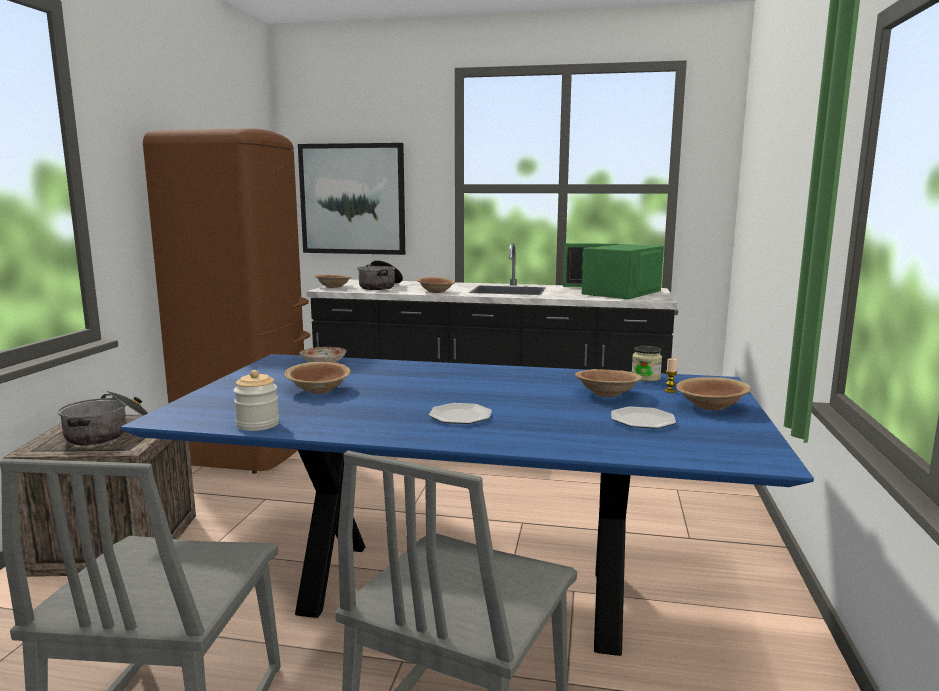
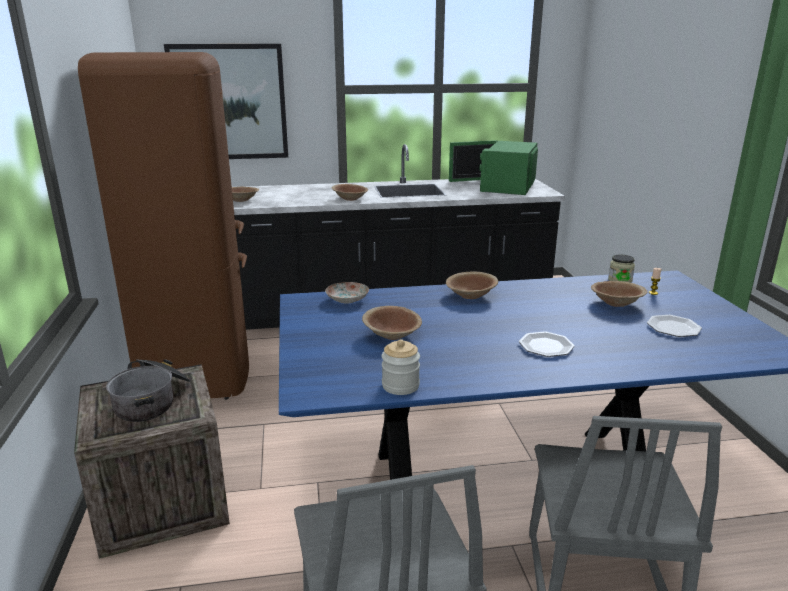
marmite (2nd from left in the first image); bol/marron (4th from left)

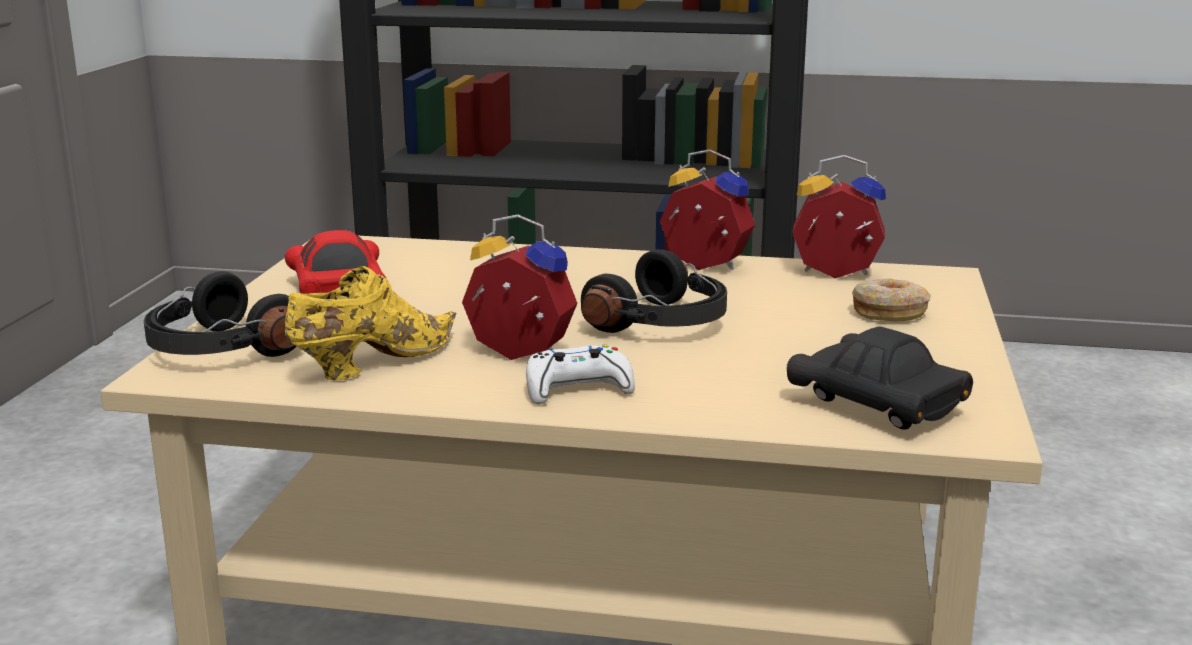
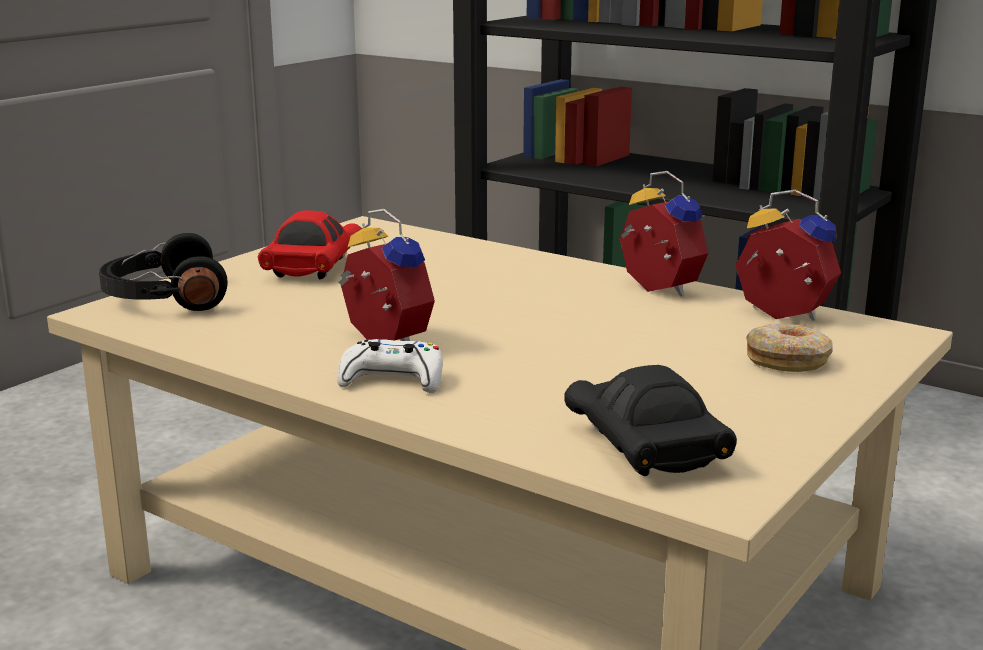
casque audio/noir (2nd from left in the first image); chaussure/jaune

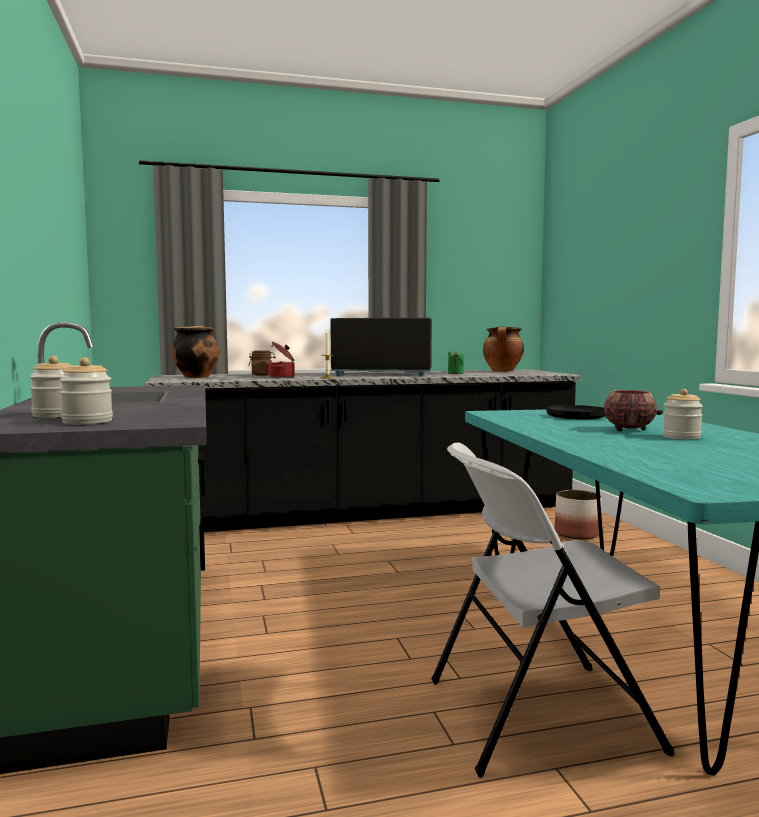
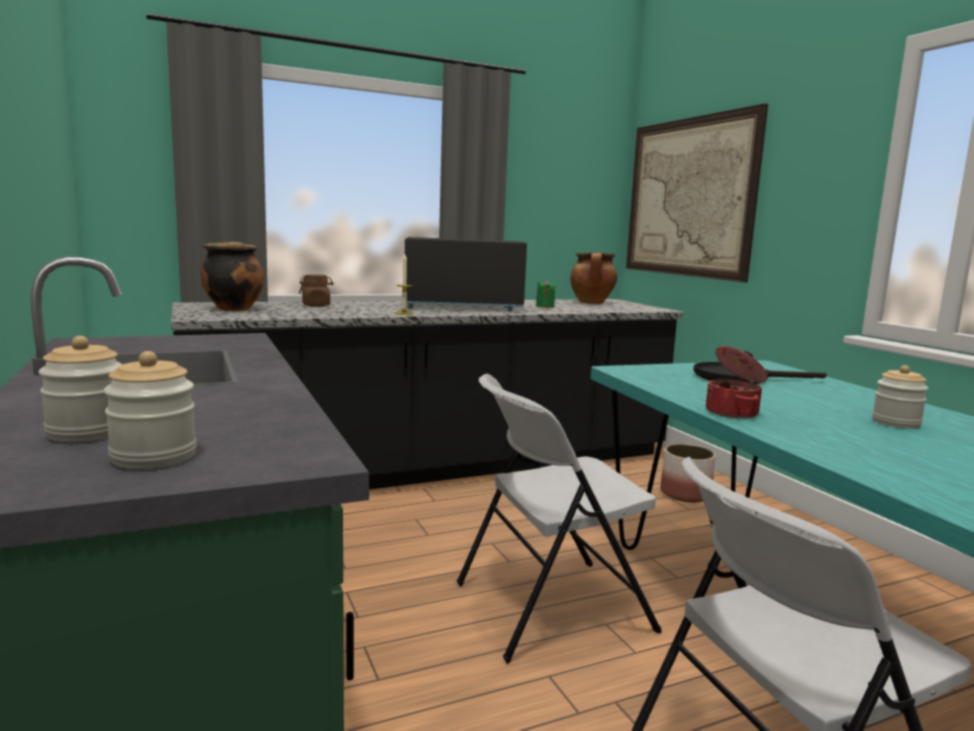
marmite (3rd from left); bol; tableau; chaise/blanc (1st from left)

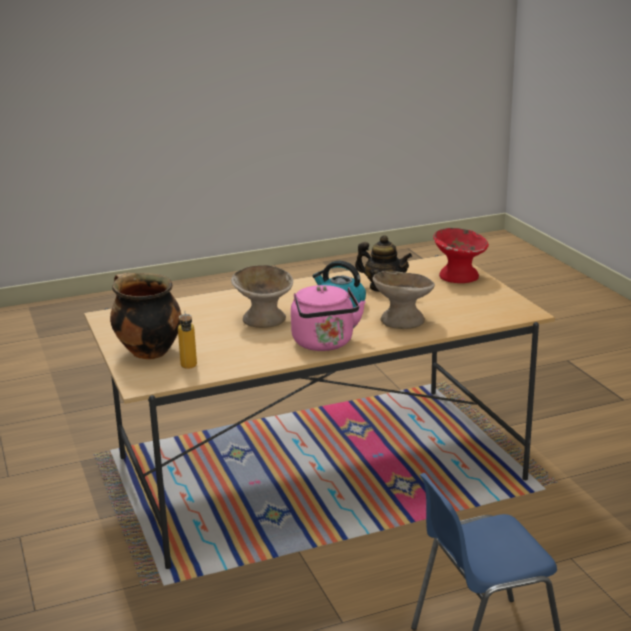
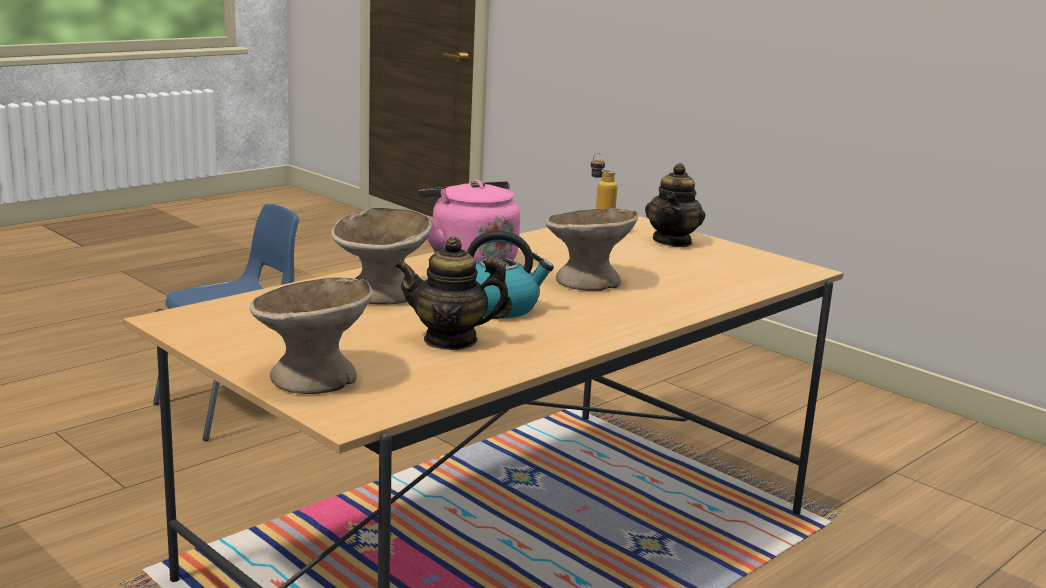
bol/beige (1st from left); théière (2nd from left)

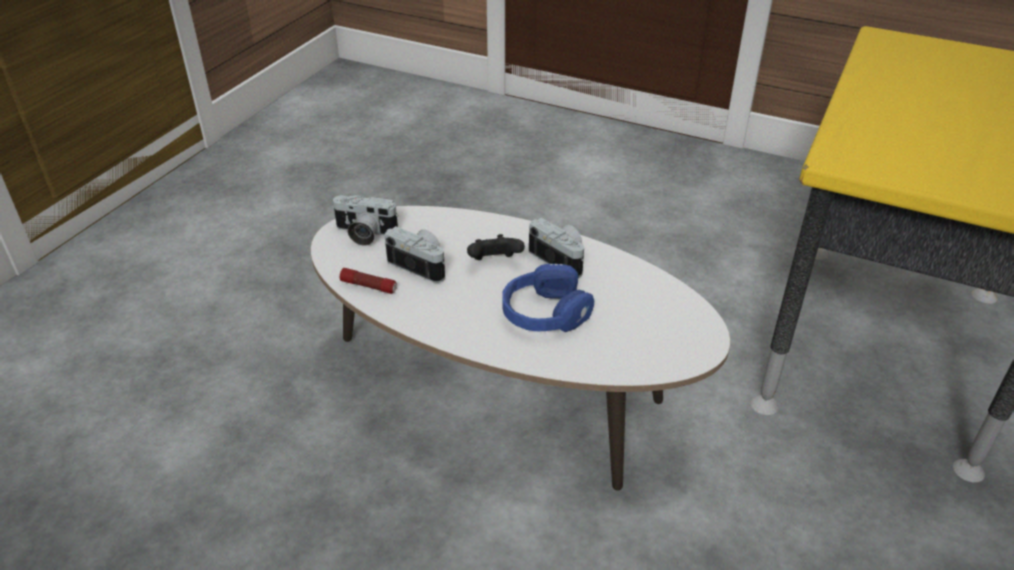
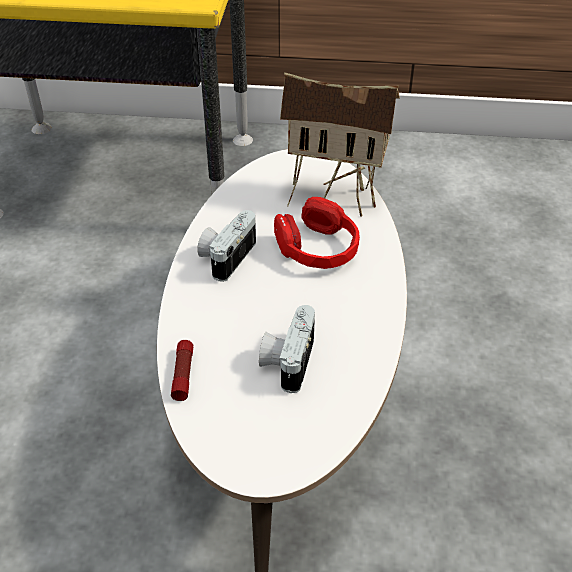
appareil photo (1st from left in the first image); manette/noir; casque audio/rouge; lampe de poche; maison miniature

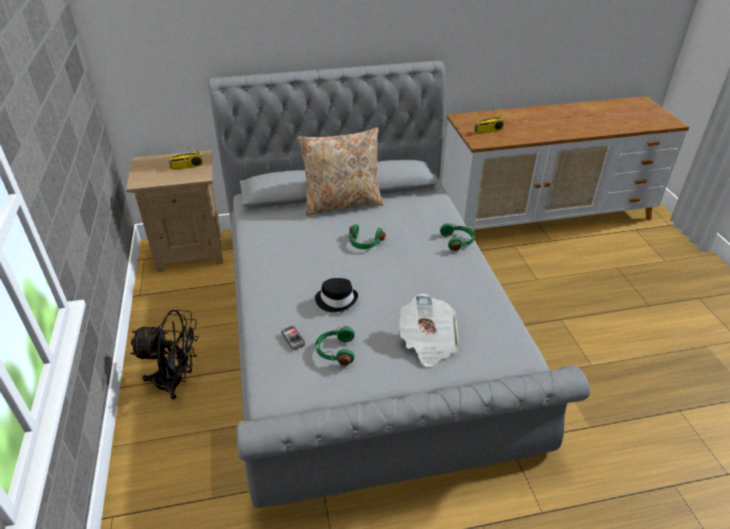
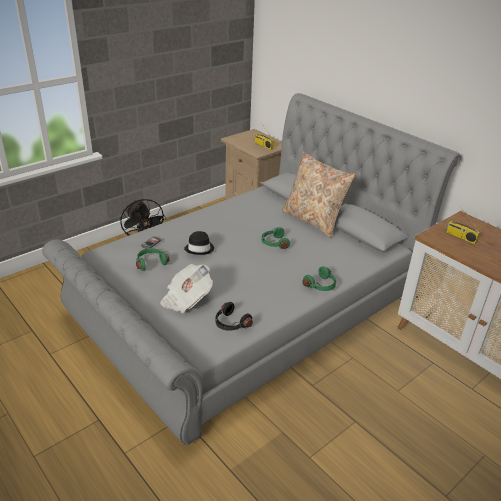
casque audio/noir

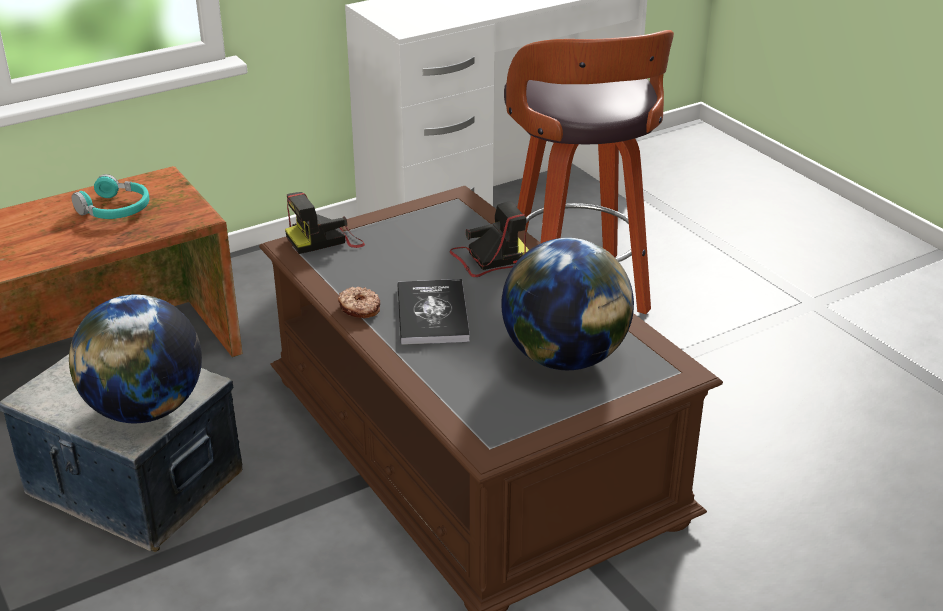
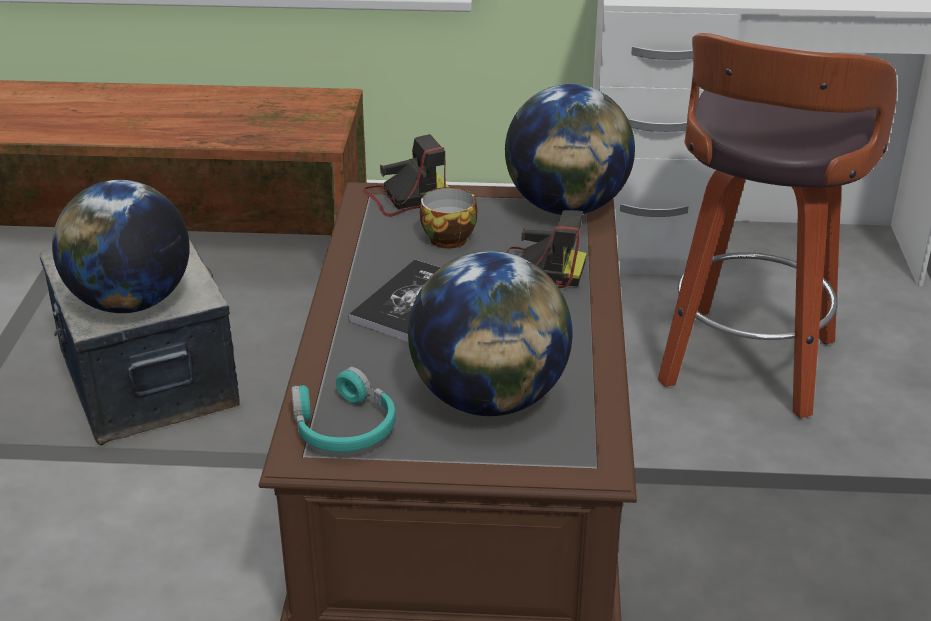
casque audio/turquoise; appareil photo (1st from left); beignet; globe (3rd from left); tasse

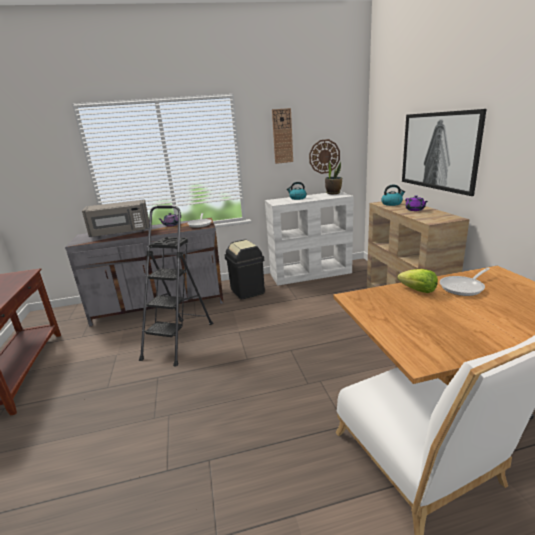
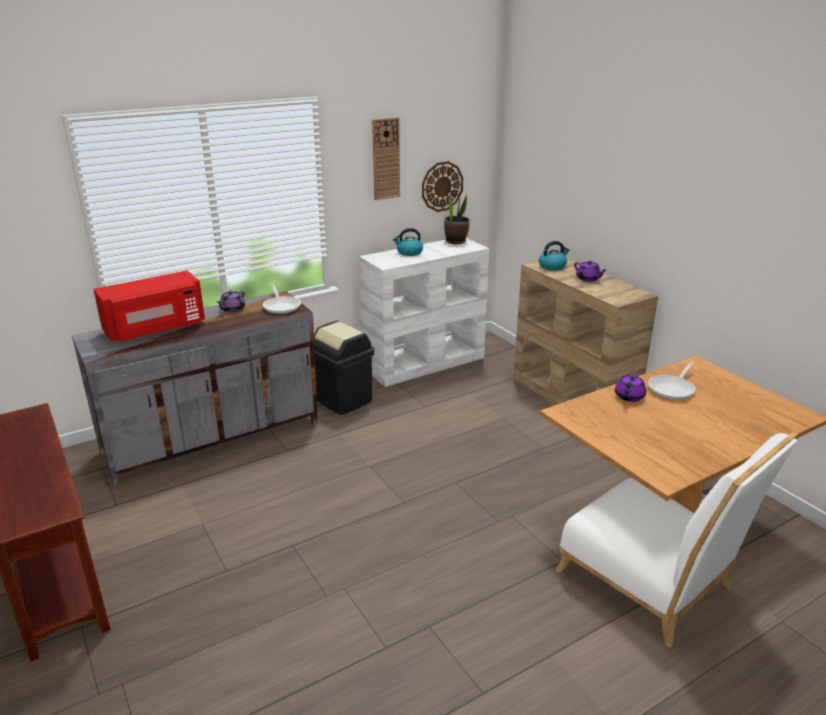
tableau; micro-ondes/rouge; escabeau; théière/violet (3rd from left)

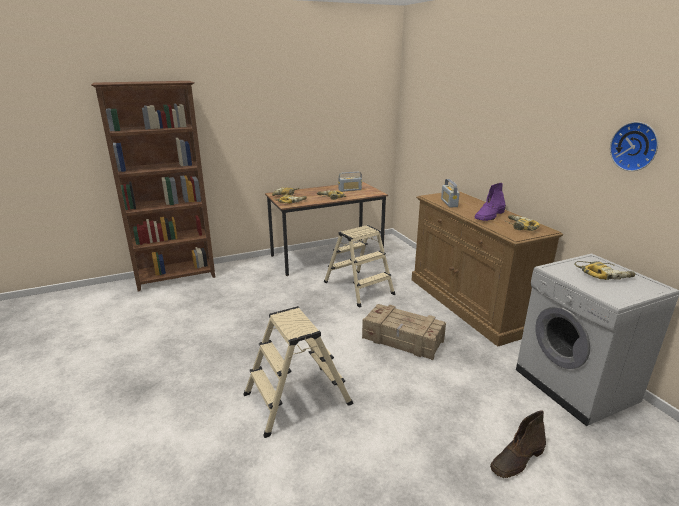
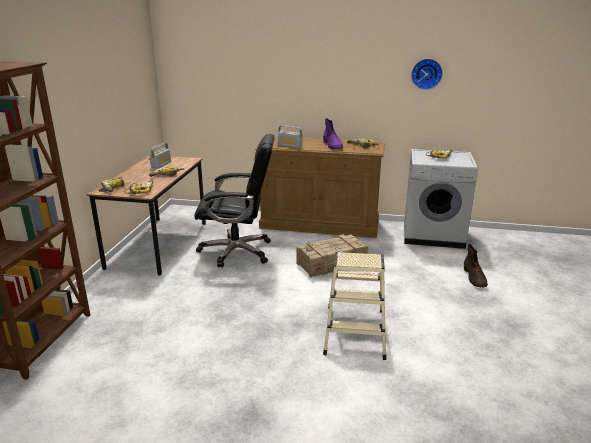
chaise de bureau/noir

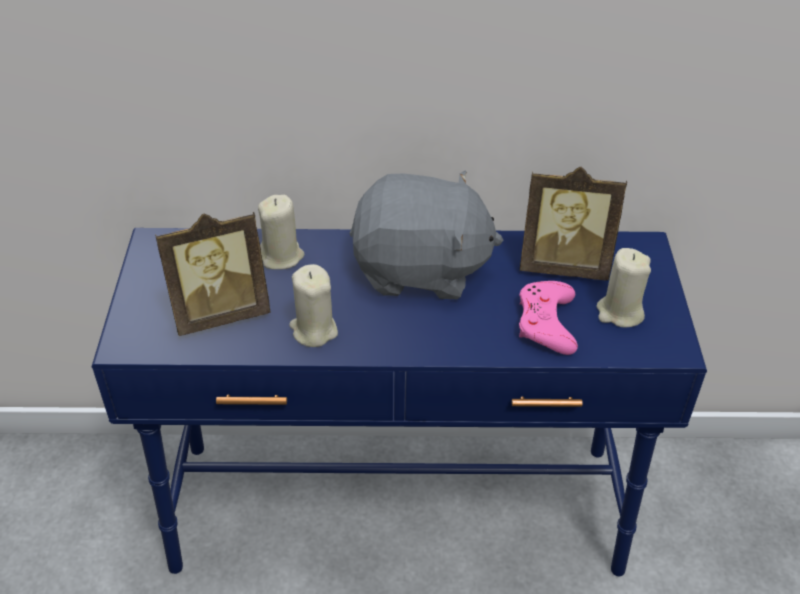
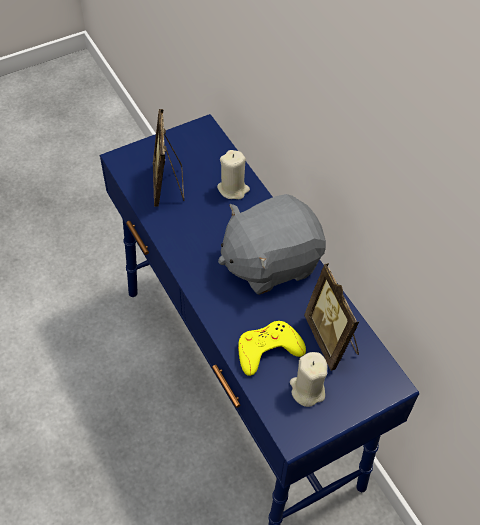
peluche/gris; cadre photo (1st from left); bougie/beige (2nd from left in the first image); manette/jaune

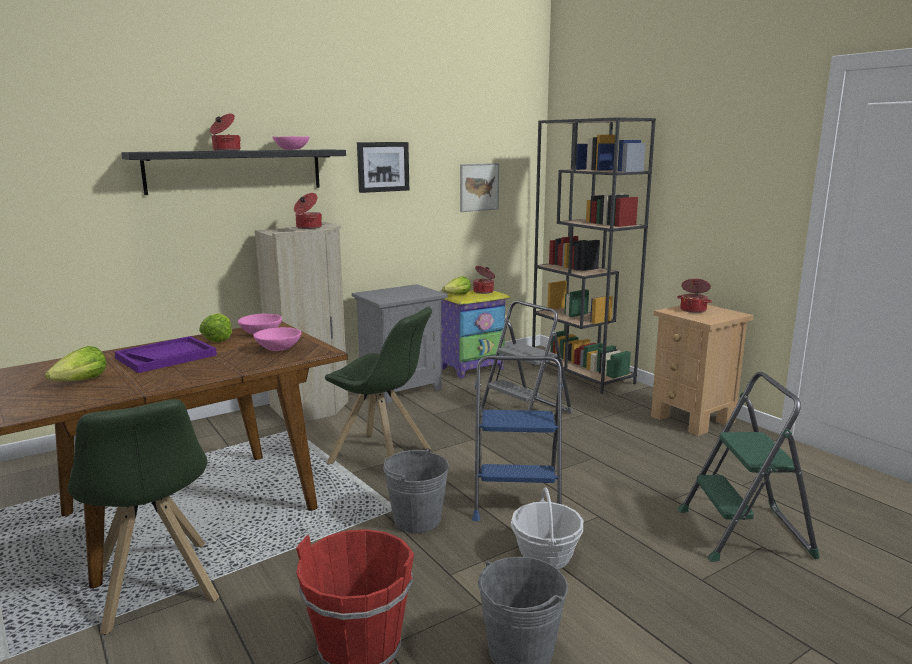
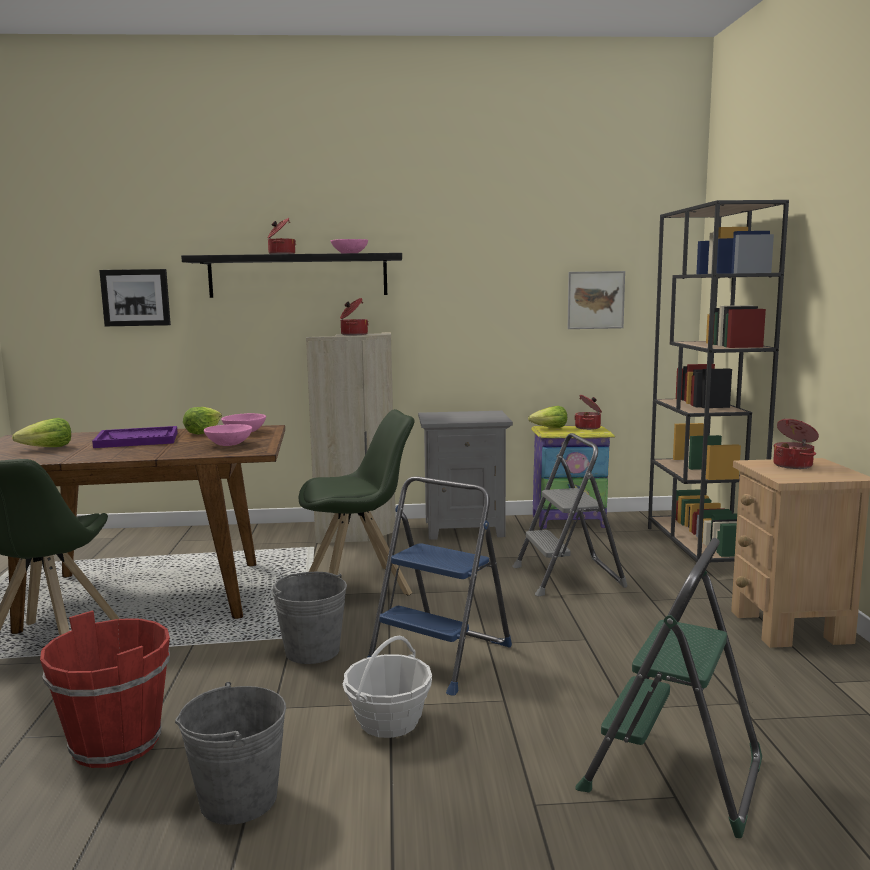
tableau (1st from left); chaise/vert (2nd from left)

